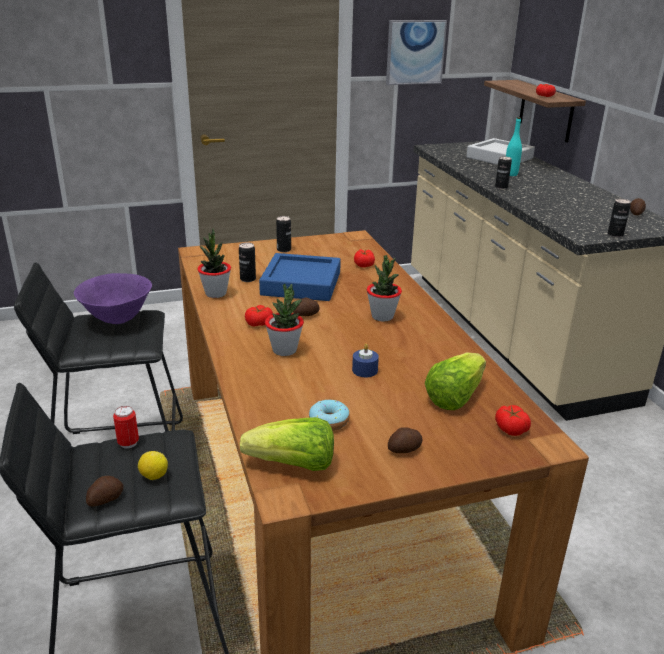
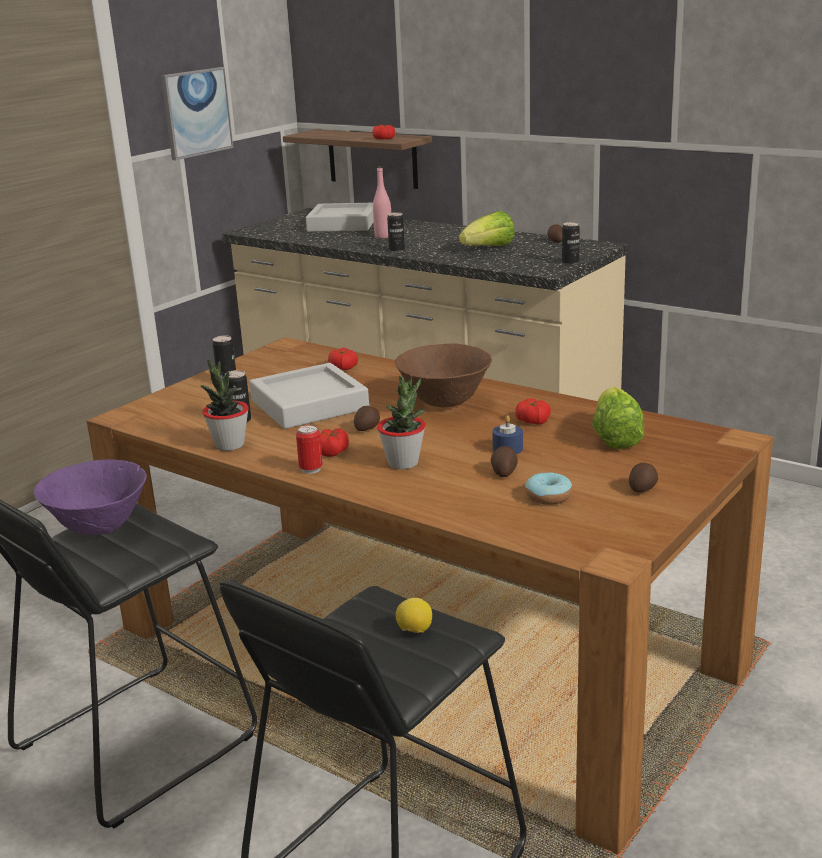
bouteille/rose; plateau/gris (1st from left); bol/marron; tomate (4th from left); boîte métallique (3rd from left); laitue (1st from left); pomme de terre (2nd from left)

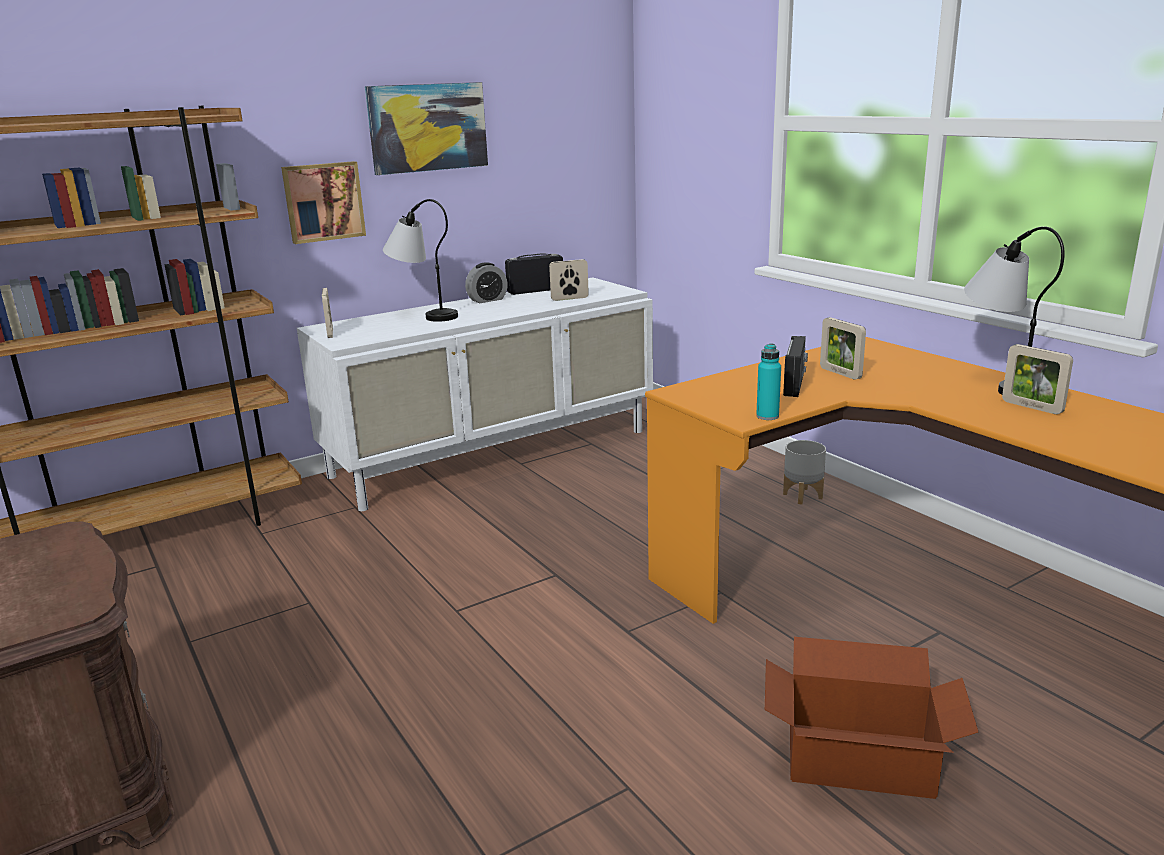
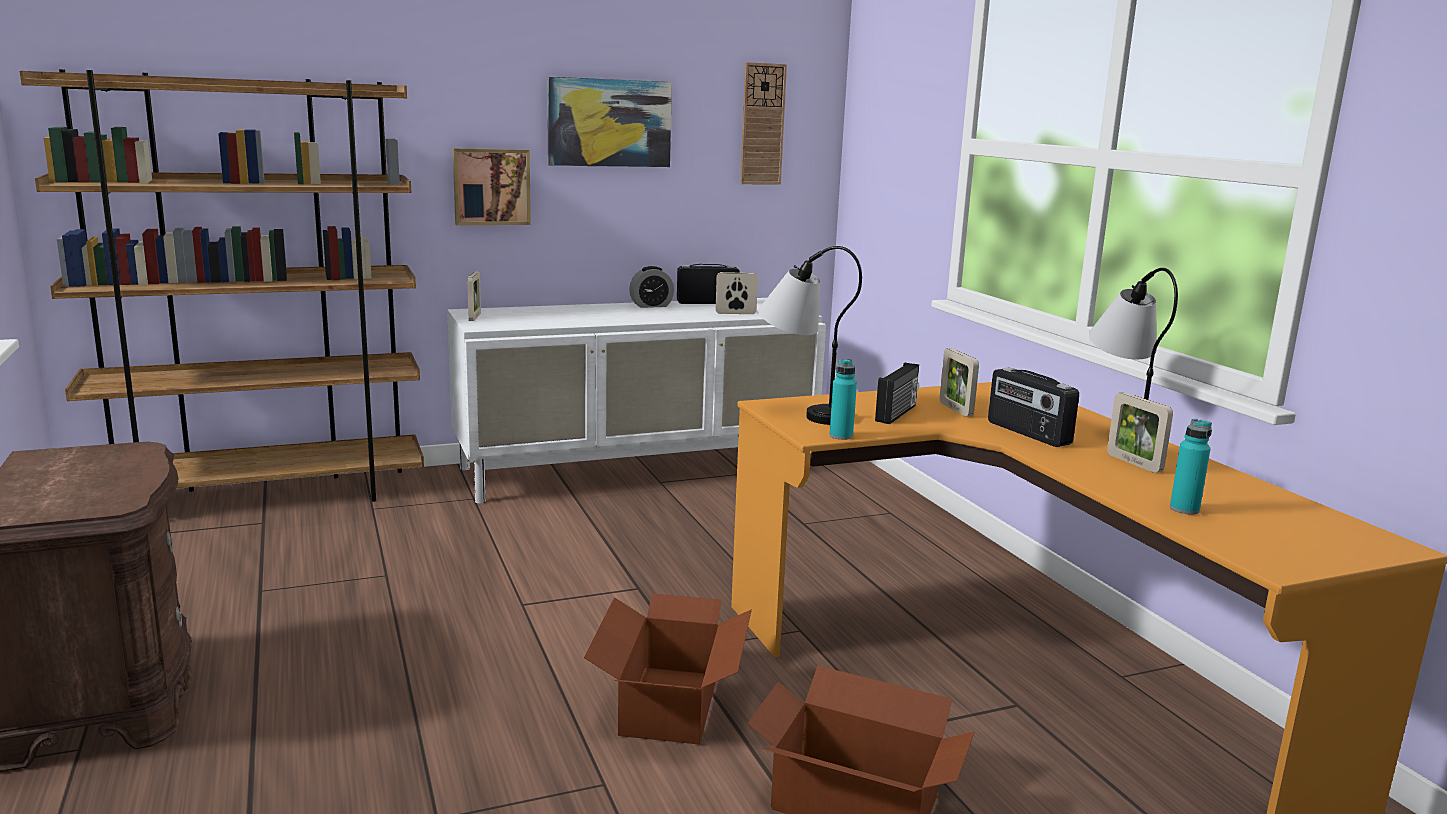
lampe de table (1st from left); cache-pot/gris; horloge murale; radio (3rd from left); bouteille/turquoise (2nd from left); carton (1st from left)

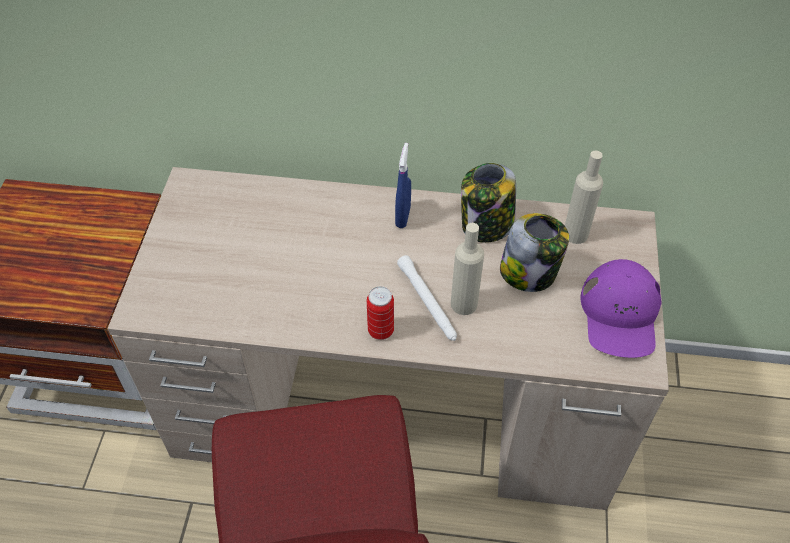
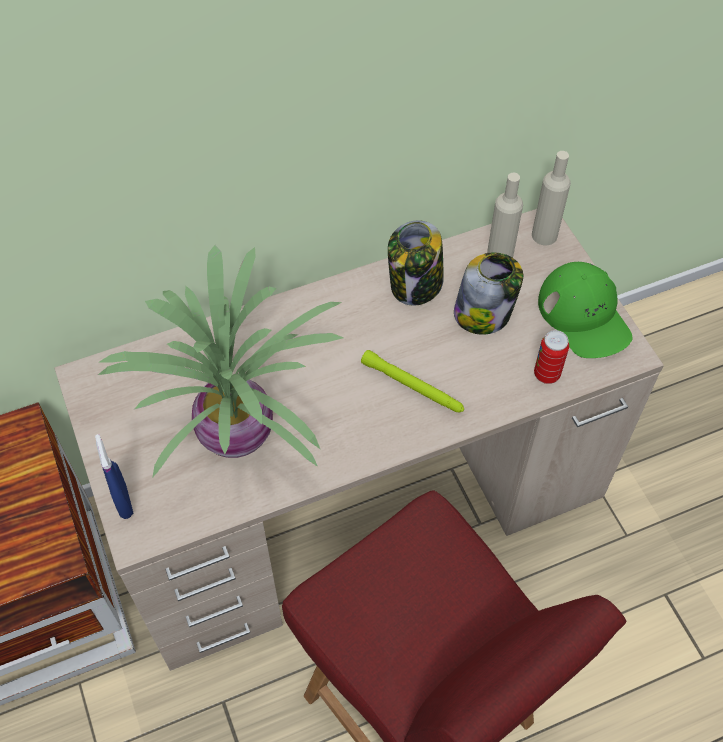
vaporisateur/bleu; bouteille/beige (2nd from left); lampe de poche/vert; casquette/vert; boîte métallique; plante en pot

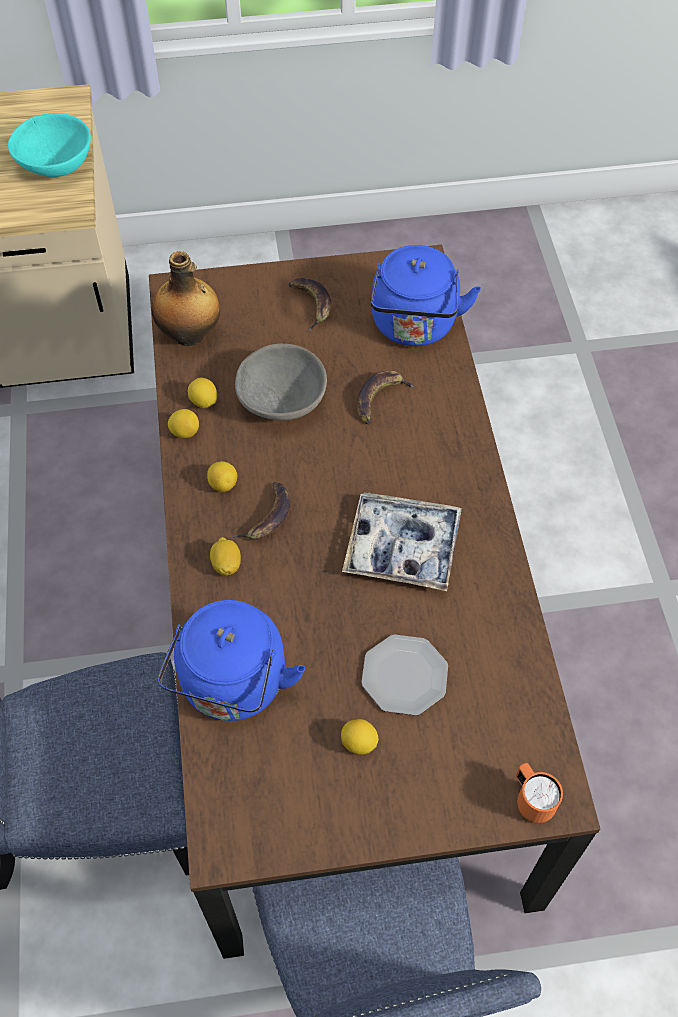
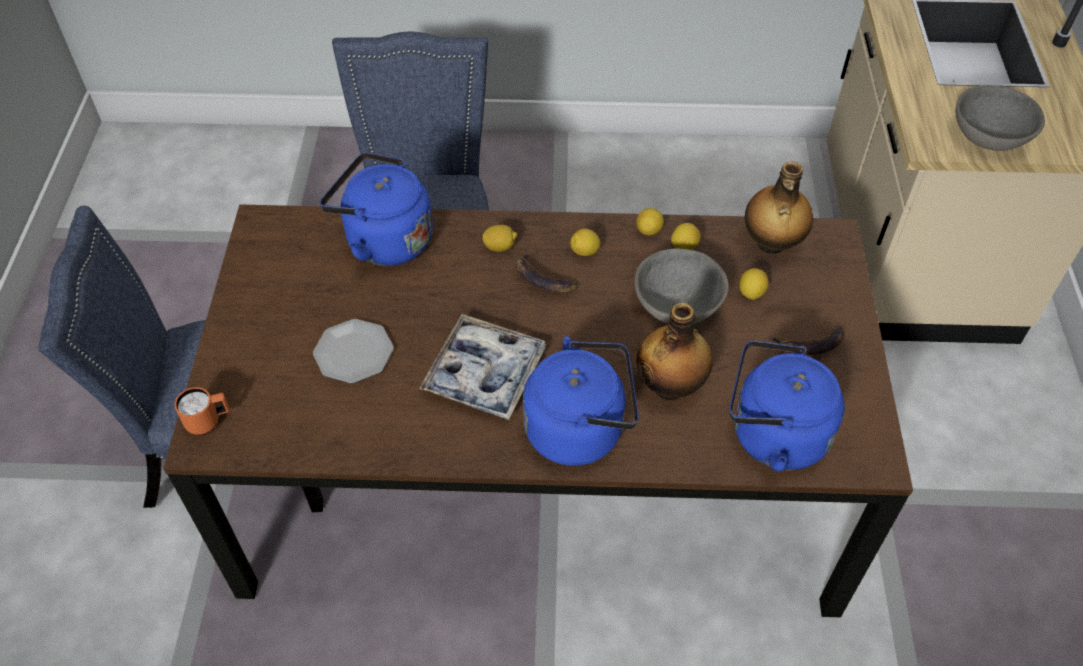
bol/gris (2nd from left); bouteille (1st from left); citron (5th from left); bouilloire/bleu (2nd from left)

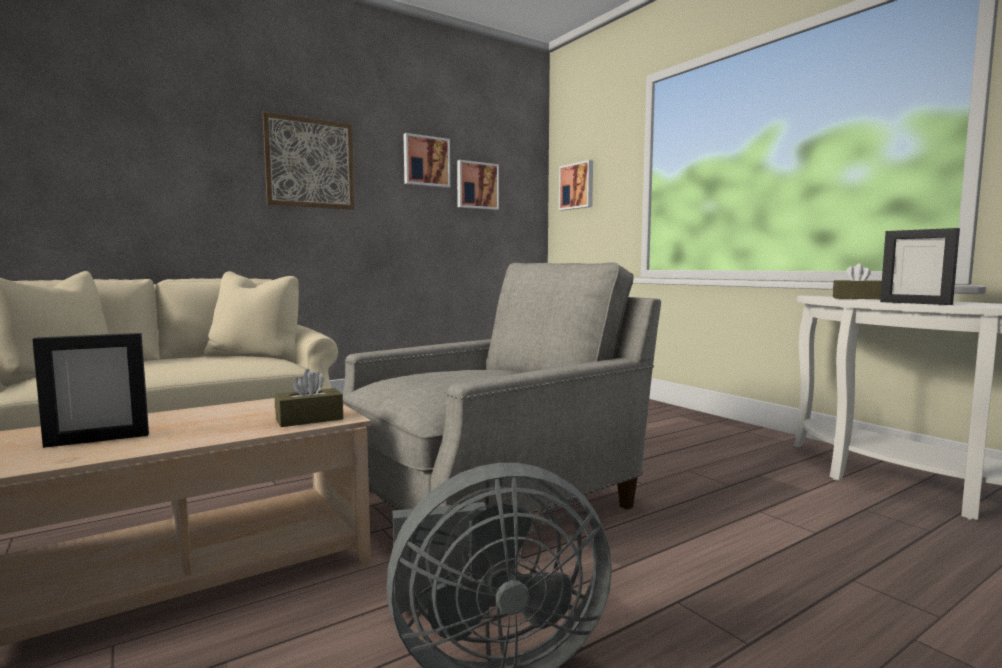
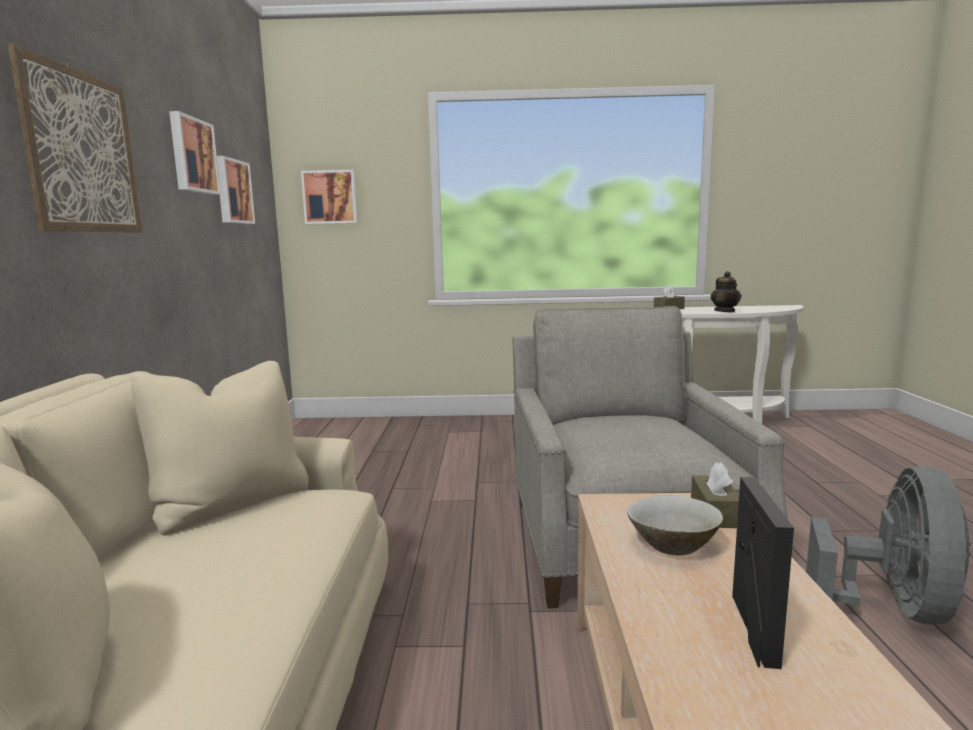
théière; bol/beige

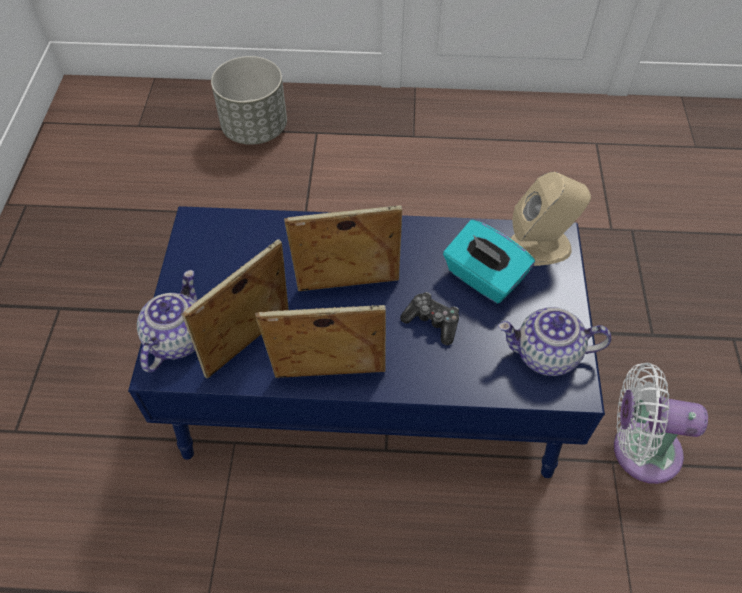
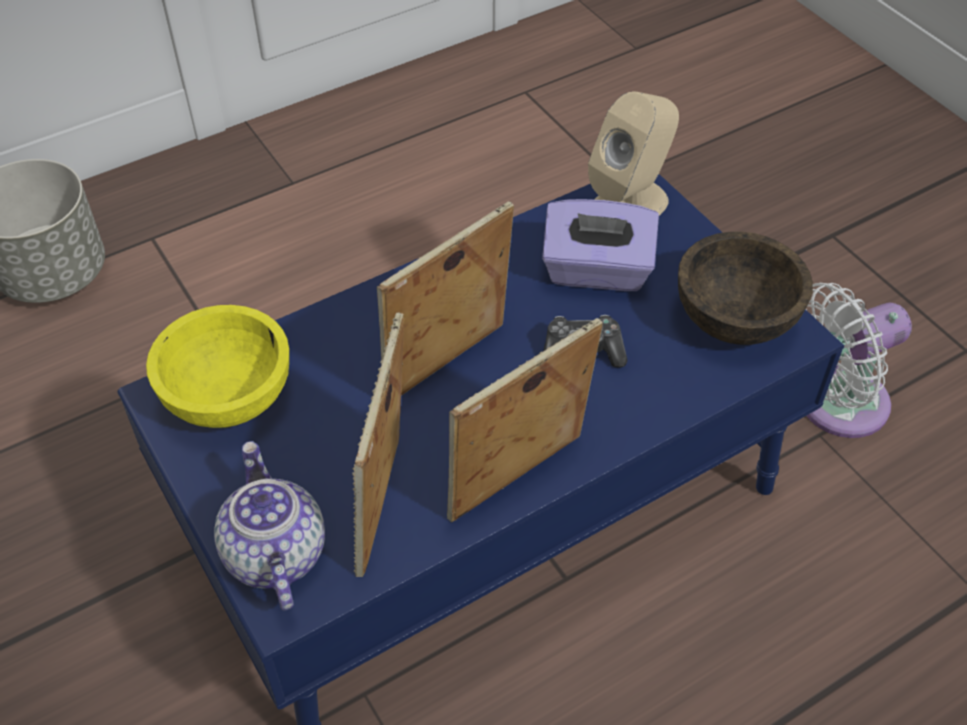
boîte à mouchoirs/violet; bol/marron; bol/jaune

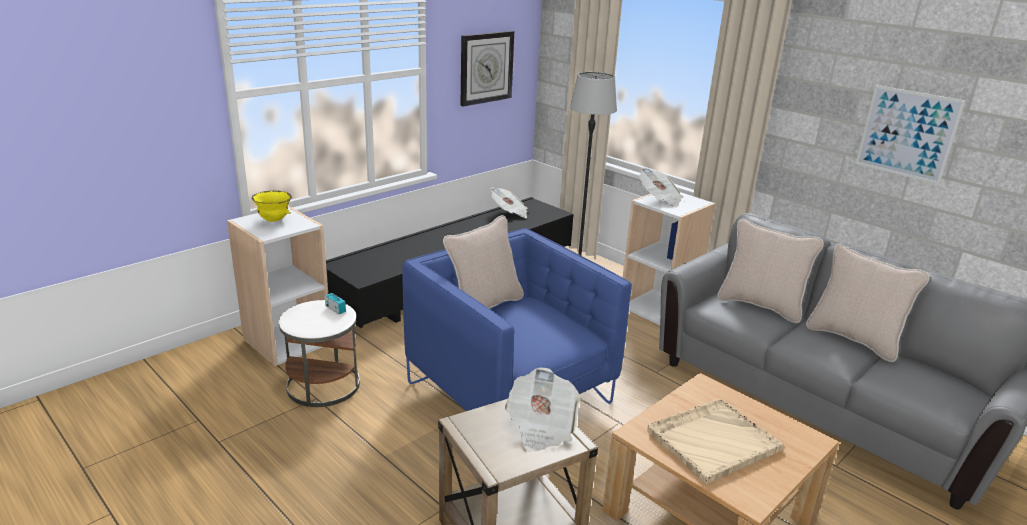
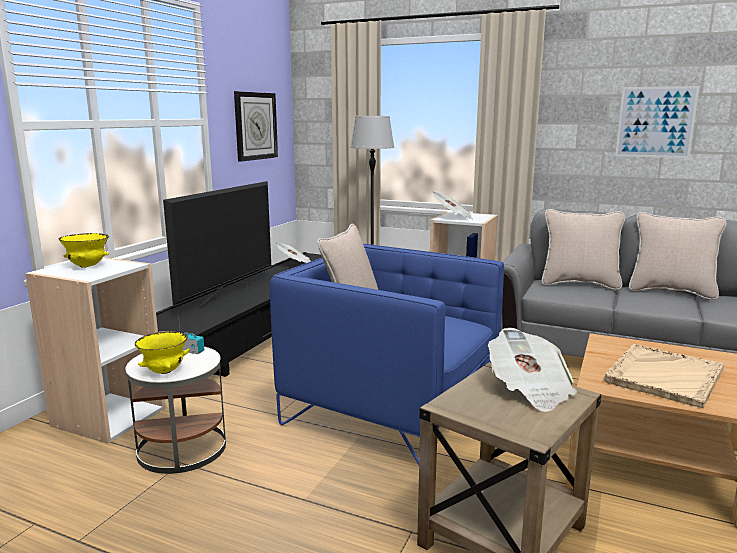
téléviseur; bol/jaune (2nd from left)

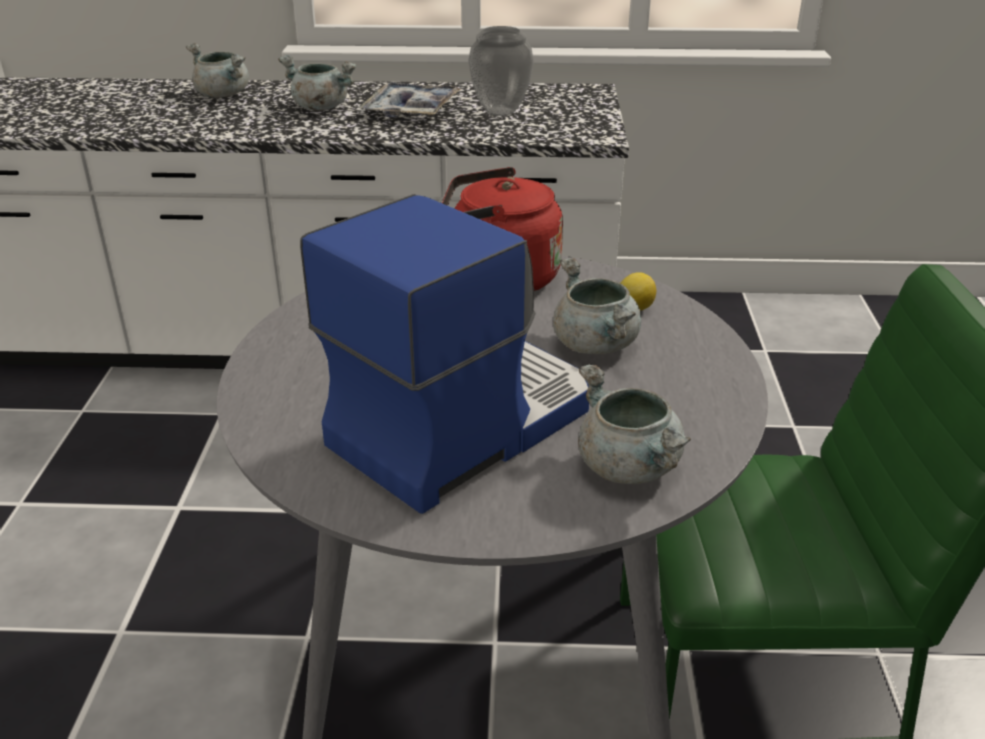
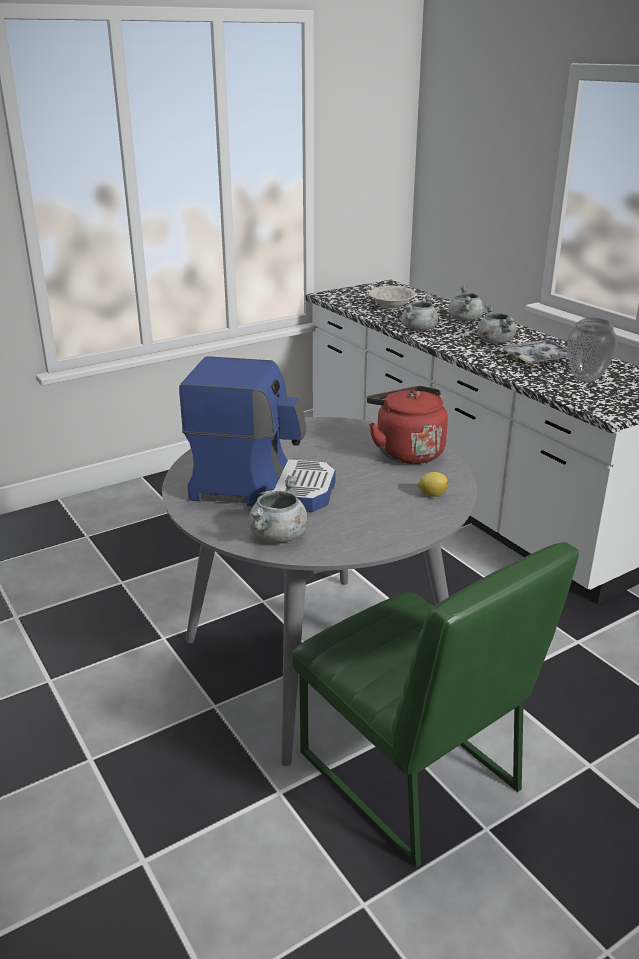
marmite/gris (2nd from left); bol/beige

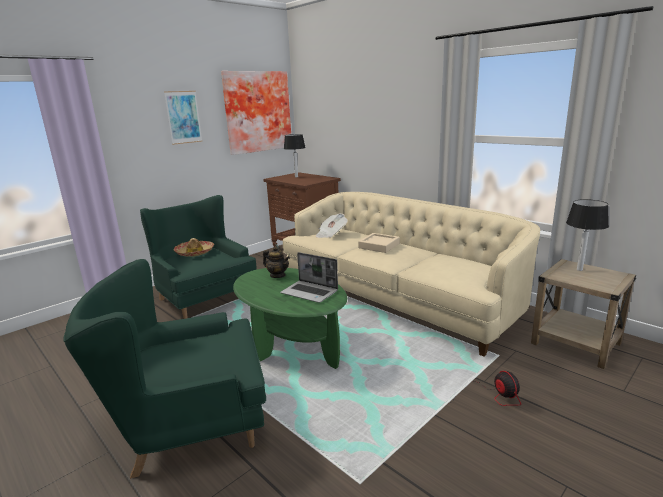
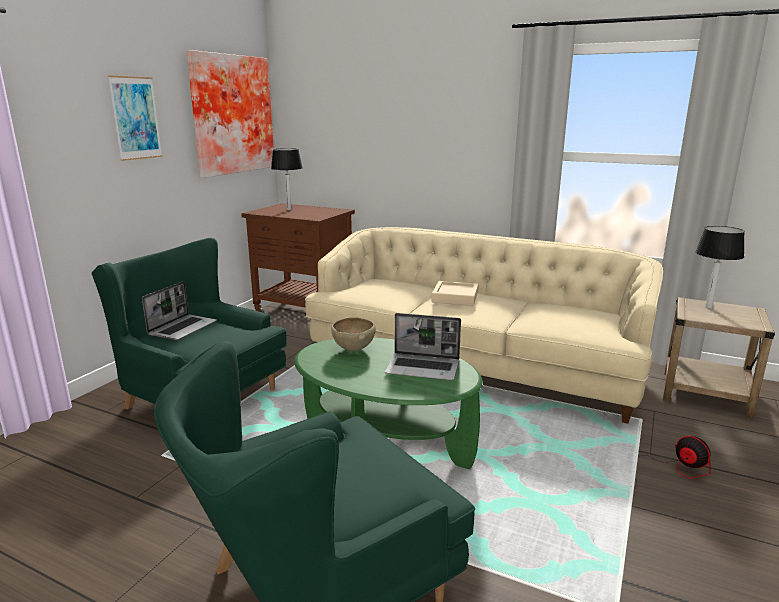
journal; ordinateur portable (1st from left); bol/marron

